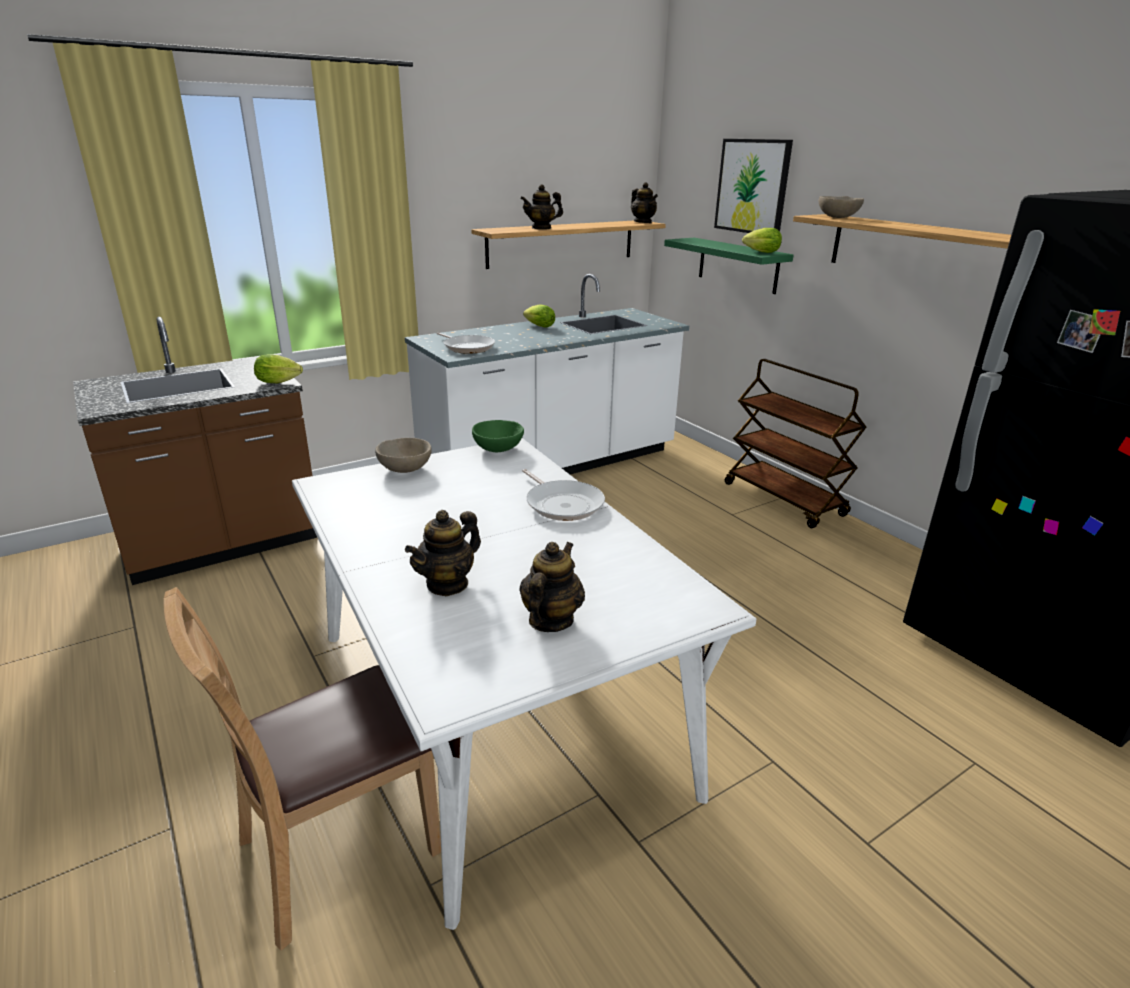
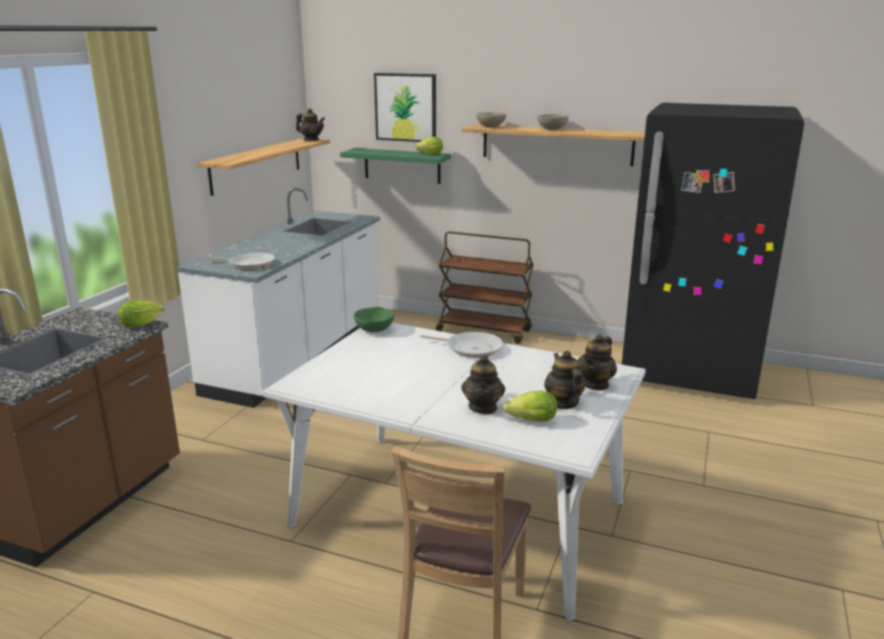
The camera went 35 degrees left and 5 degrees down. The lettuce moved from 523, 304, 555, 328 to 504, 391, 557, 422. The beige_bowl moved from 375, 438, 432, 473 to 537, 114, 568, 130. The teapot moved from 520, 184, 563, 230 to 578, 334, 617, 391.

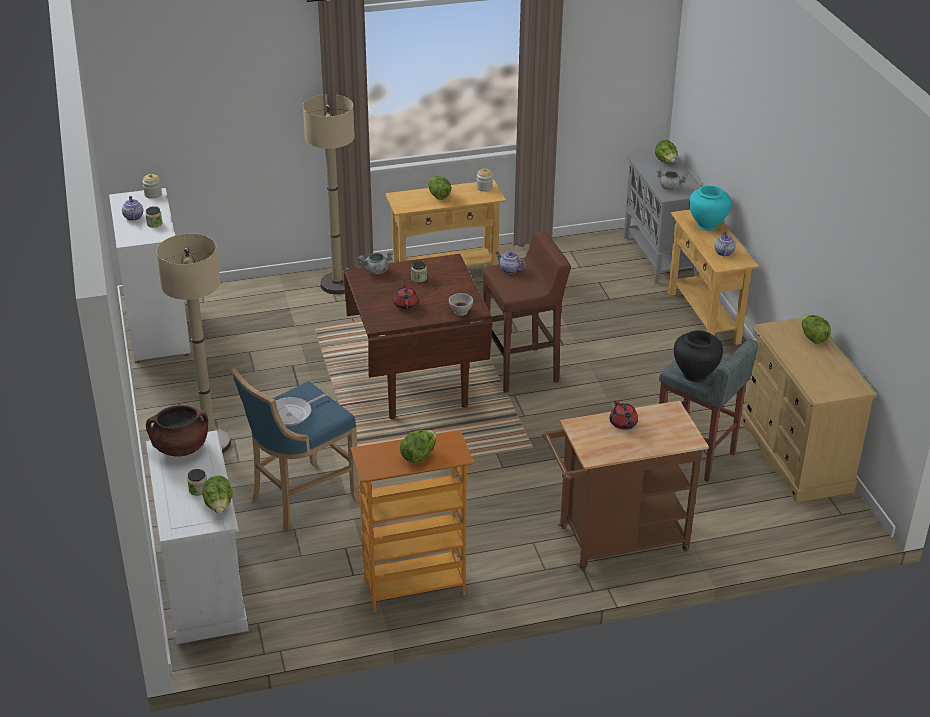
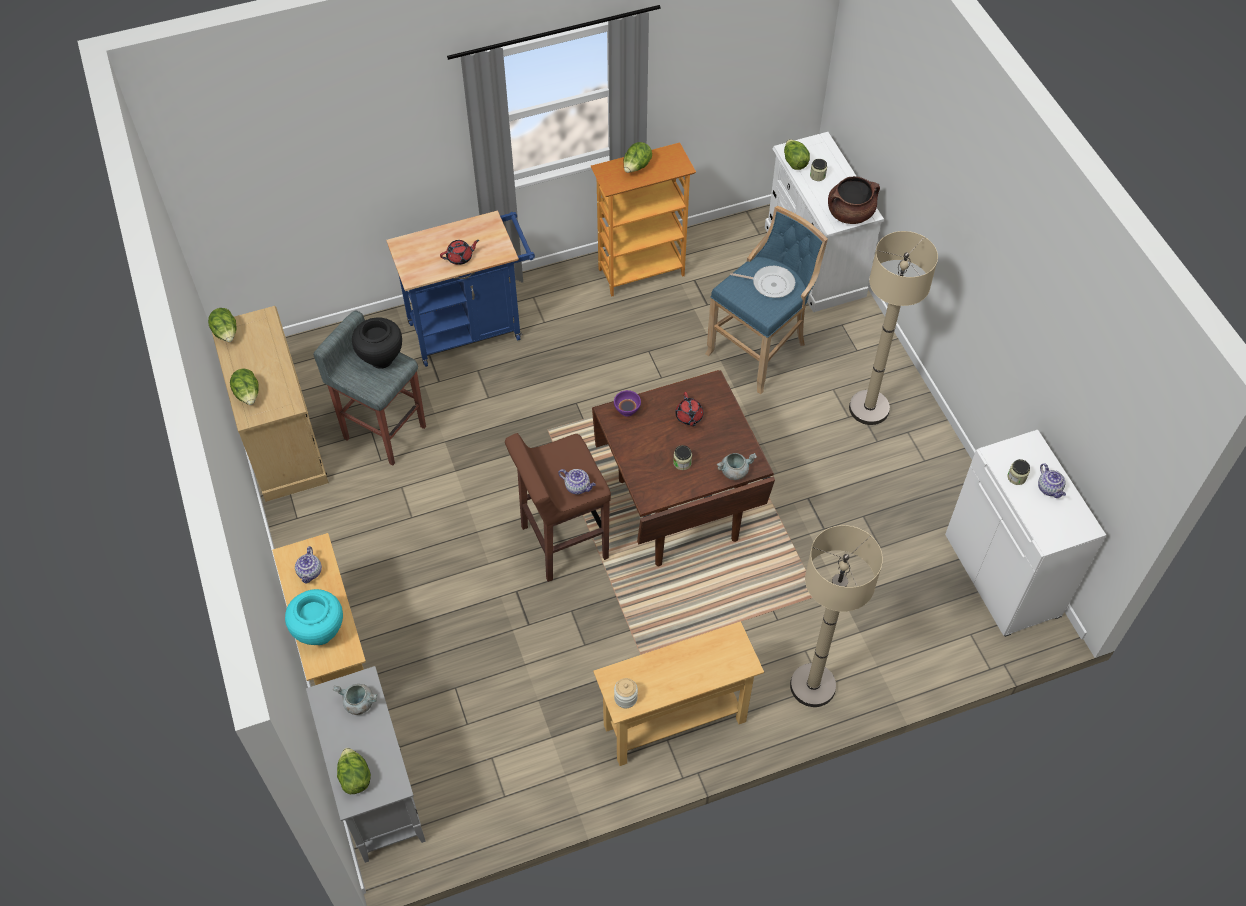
The camera went 175 degrees right and 20 degrees up. The lettuce moved from 428, 176, 451, 200 to 208, 308, 236, 342. The brown_cart at 542, 401, 709, 571 became the blue_cart at 386, 210, 535, 367. The red_teapot at 609, 400, 638, 430 turned 90 degrees clockwise. The white_bowl at 449, 293, 473, 316 became the purple_bowl at 614, 390, 641, 417. The frying_pan at 275, 393, 329, 426 turned 60 degrees clockwise. The jar at 142, 174, 162, 199 disappeared.

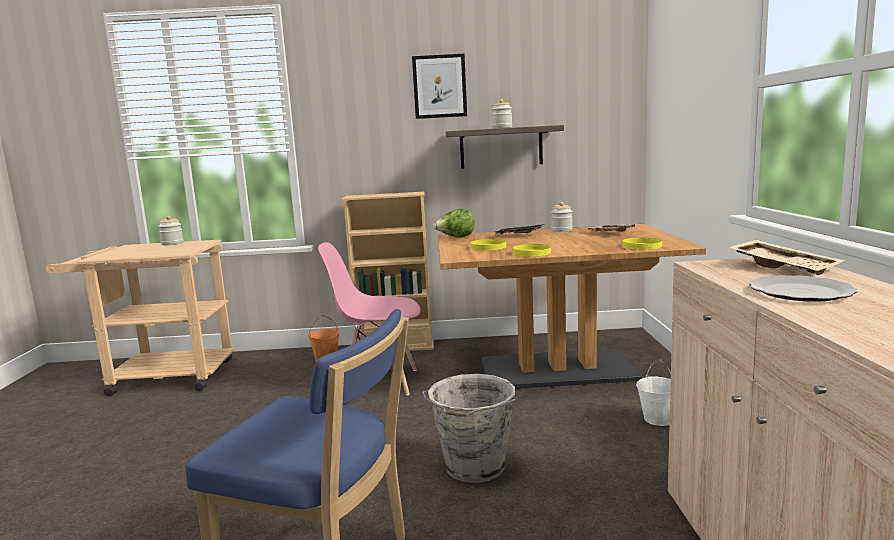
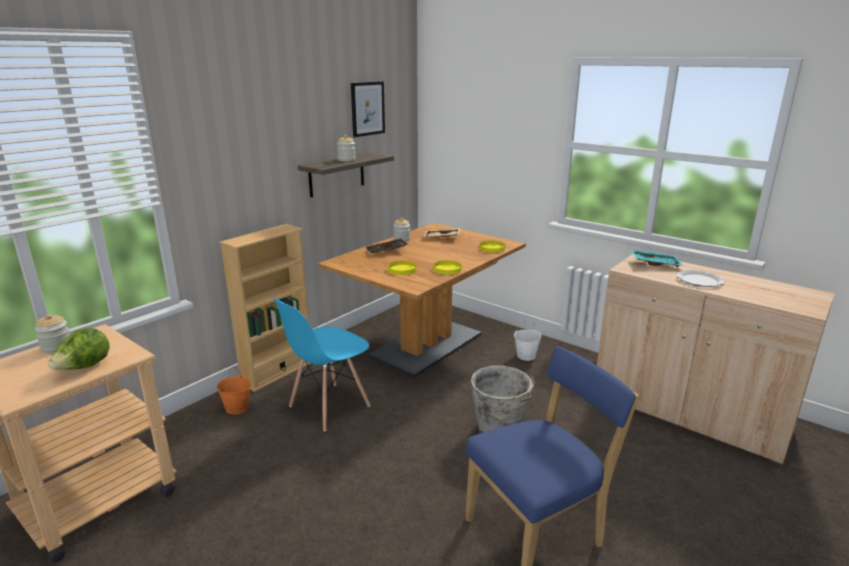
The camera went 50 degrees left and 10 degrees up. The lettuce moved from 433, 209, 475, 237 to 48, 328, 110, 370. The pink_chair at 318, 242, 421, 396 became the blue_chair at 273, 298, 370, 432. The picture moved from 412, 54, 467, 119 to 351, 81, 385, 137. The beige_tray at 729, 240, 845, 275 became the turquoise_tray at 631, 249, 683, 267.

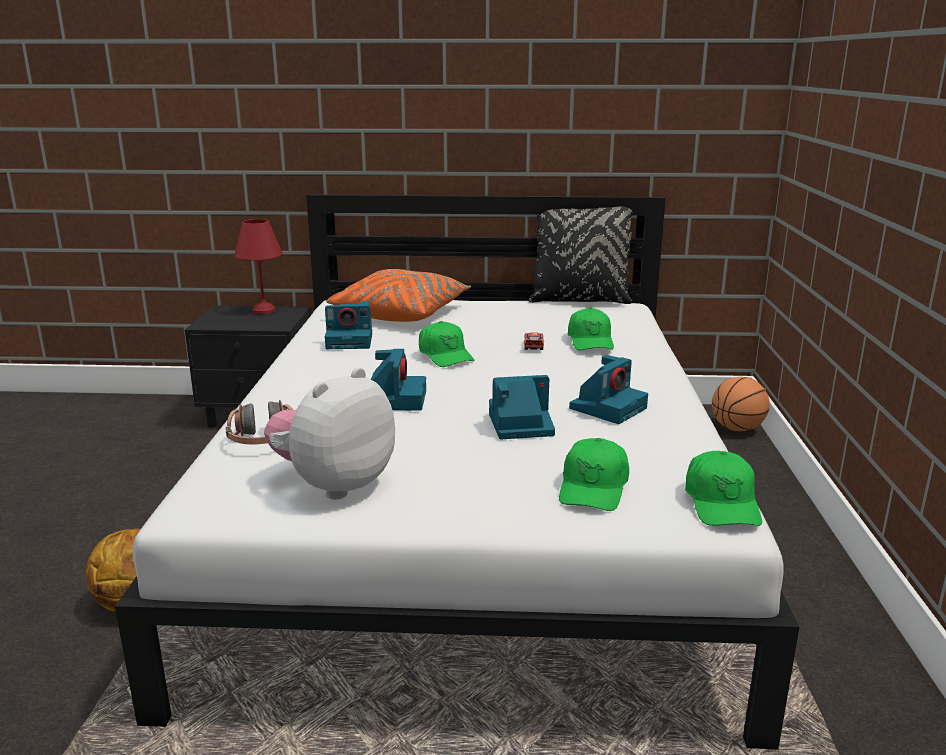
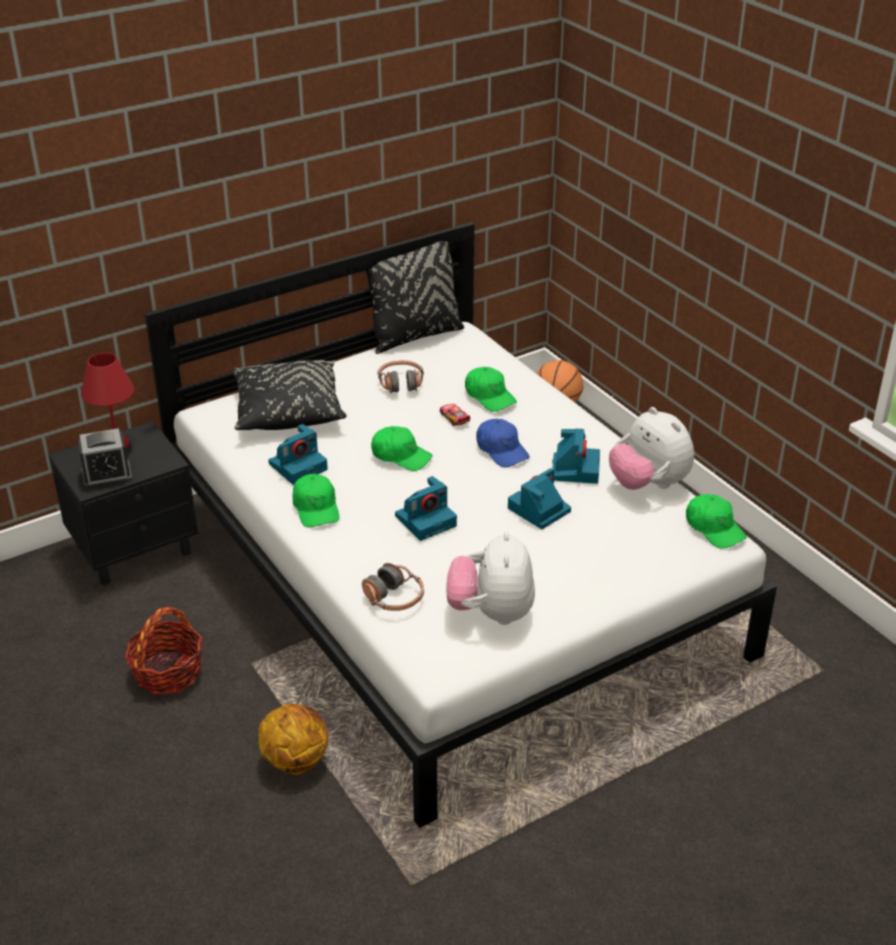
The camera went 35 degrees left and 15 degrees up. The alarm_clock at 78, 428, 133, 489 appeared. The basket at 125, 607, 203, 695 appeared. The orange_pillow at 326, 269, 471, 322 became the black_pillow at 232, 360, 347, 430. The green_cap moved from 559, 438, 629, 511 to 292, 474, 340, 527. The headphones at 378, 360, 424, 393 appeared. The photo_camera at 371, 349, 426, 411 turned 90 degrees clockwise. The blue_cap at 476, 419, 530, 467 appeared. The plush_toy at 609, 407, 694, 490 appeared.

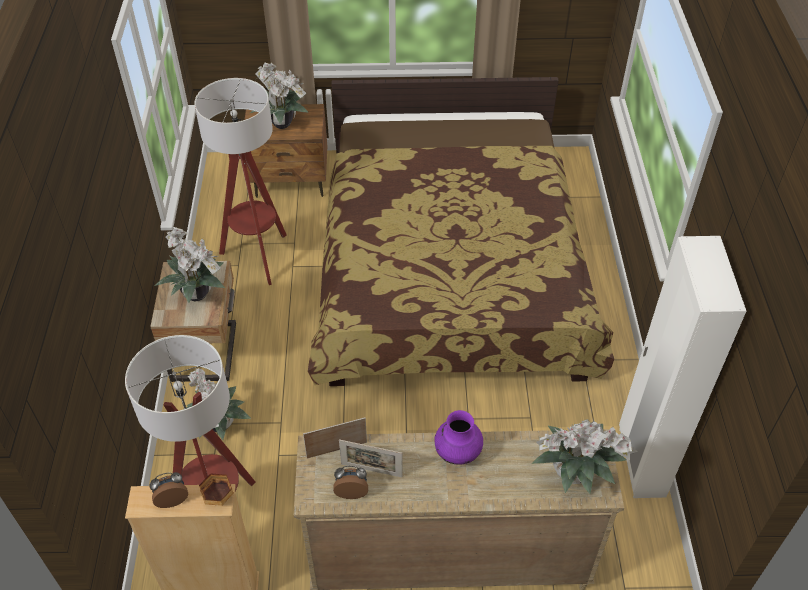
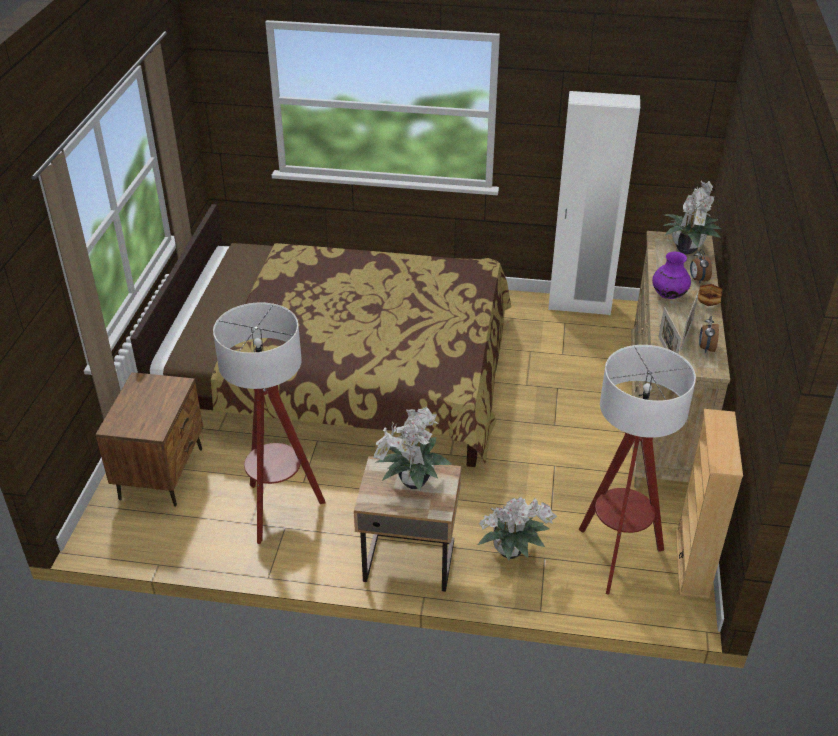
The camera went 80 degrees left and 10 degrees down. The alarm_clock moved from 150, 472, 188, 508 to 690, 249, 712, 283. The bowl moved from 199, 473, 234, 506 to 698, 284, 722, 306. The potted_plant at 249, 62, 309, 129 disappeared.

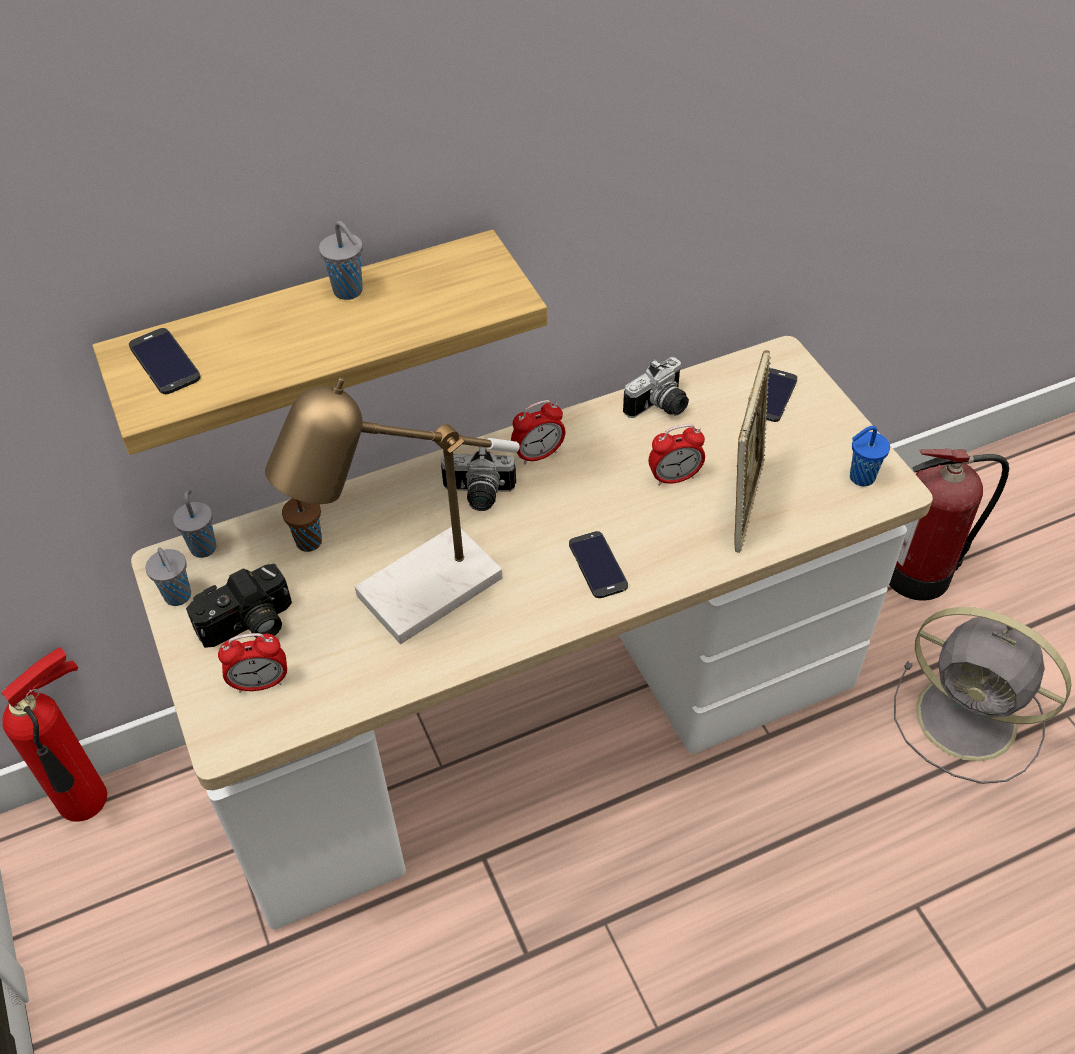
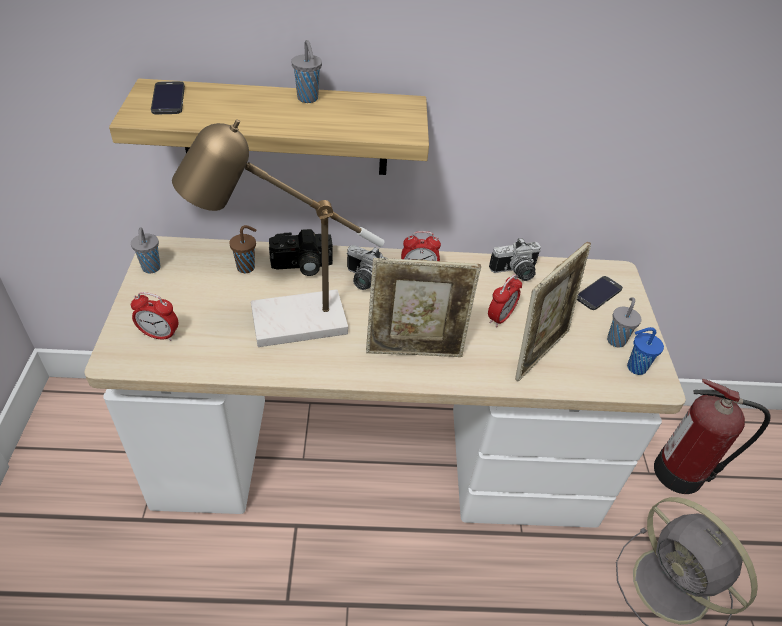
The camera went 20 degrees right and 5 degrees down. The photo_camera moved from 186, 564, 292, 648 to 269, 229, 333, 276. The phone at 569, 531, 628, 598 was replaced by the picture_frame at 366, 258, 481, 357. The alarm_clock at 649, 424, 705, 486 turned 60 degrees counterclockwise. The grey_cup moved from 173, 490, 217, 558 to 607, 297, 642, 348. The fire_extinguisher at 1, 647, 107, 822 disappeared.

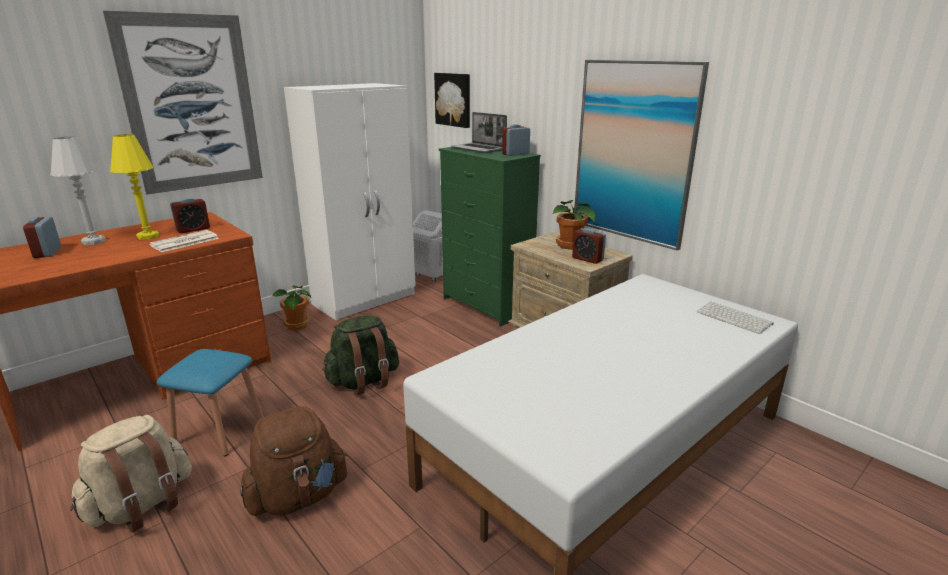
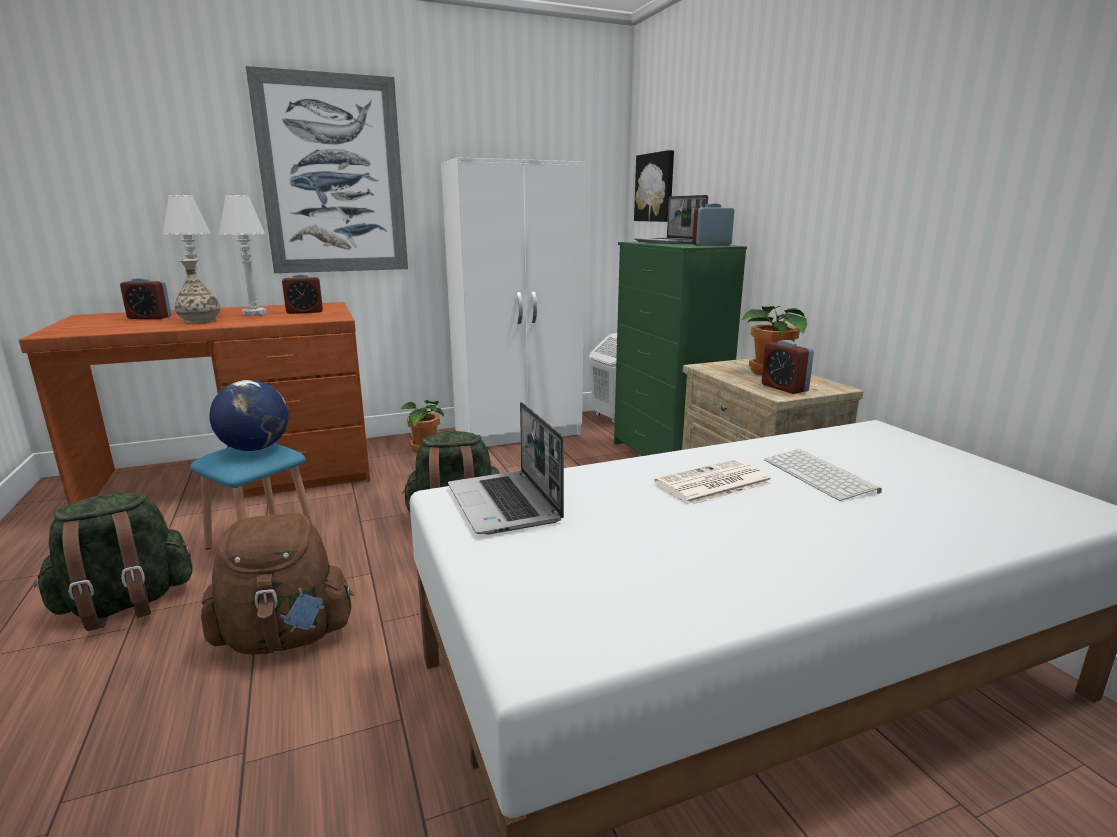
The camera went 20 degrees right and 5 degrees down. The beige_backpack at 70, 415, 192, 532 became the green_backpack at 34, 493, 193, 631. The alarm_clock at 23, 217, 61, 258 turned 90 degrees counterclockwise. The vase at 175, 259, 220, 323 appeared. The globe at 209, 380, 289, 451 appeared. The yellow_table_lamp at 110, 134, 159, 240 became the white_table_lamp at 218, 195, 267, 316. The laptop at 448, 402, 564, 534 appeared. The newspaper moved from 149, 230, 219, 252 to 654, 460, 773, 506. The keyboard moved from 697, 301, 774, 334 to 764, 449, 882, 501. The picture at 574, 60, 709, 251 disappeared.

